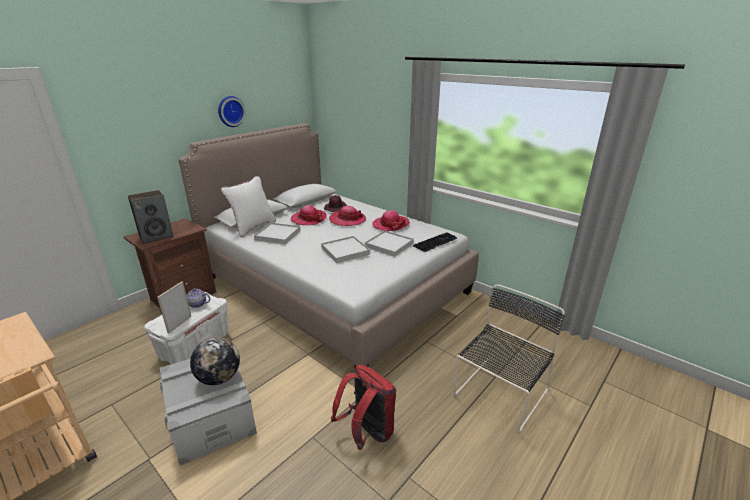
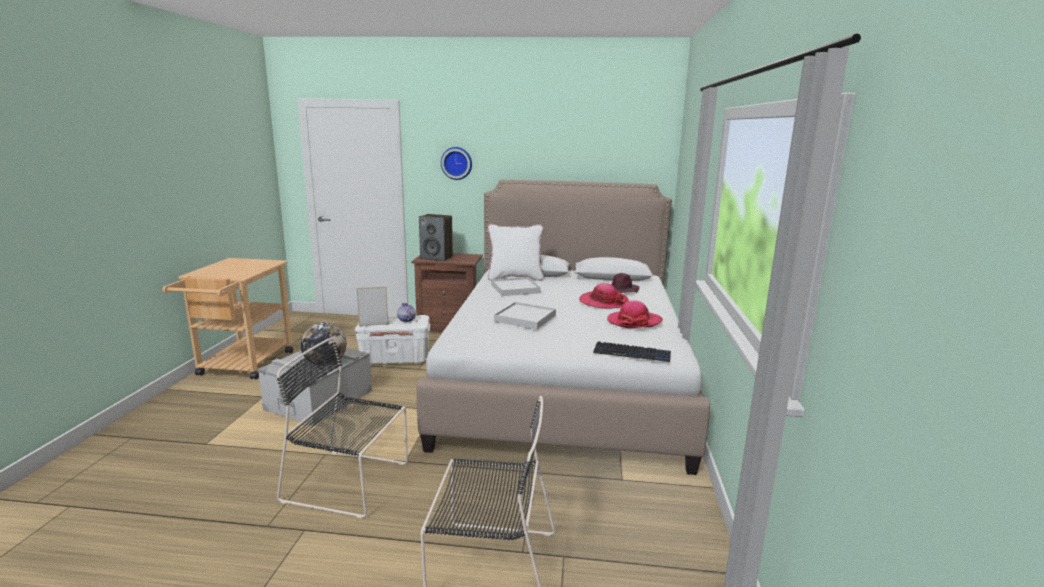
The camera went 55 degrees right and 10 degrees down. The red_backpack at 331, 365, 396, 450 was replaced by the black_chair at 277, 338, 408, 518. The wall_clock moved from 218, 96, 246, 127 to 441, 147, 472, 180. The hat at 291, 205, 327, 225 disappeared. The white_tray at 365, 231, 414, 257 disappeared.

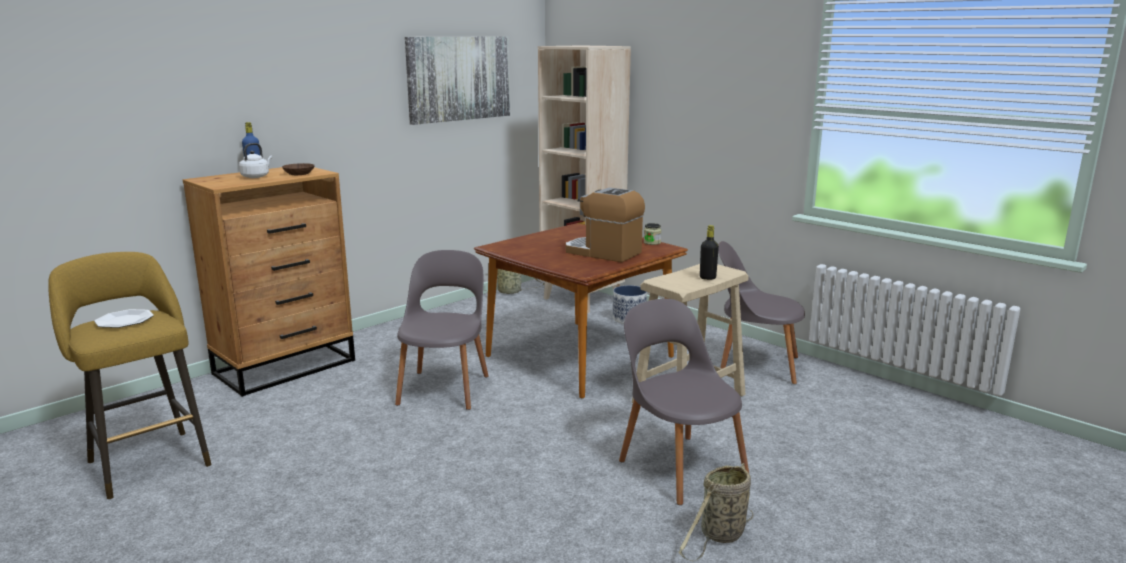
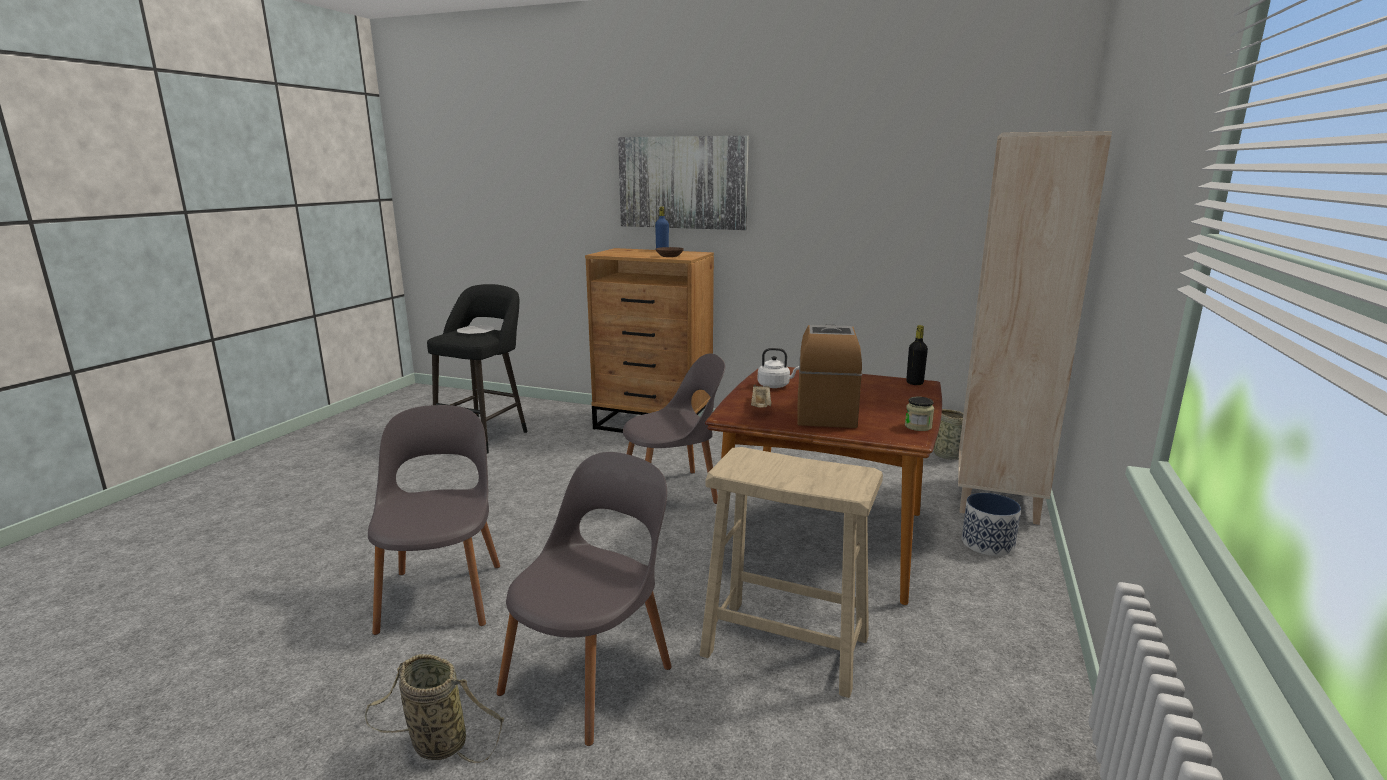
The camera went 65 degrees right and 0 degrees up. The grey_chair moved from 718, 241, 805, 384 to 368, 405, 500, 635. The yellow_stool at 48, 252, 211, 499 became the black_stool at 427, 284, 528, 454. The picture moved from 405, 36, 510, 125 to 618, 136, 749, 230. The beige_tray at 751, 384, 771, 408 appeared. The white_kettle moved from 239, 143, 272, 178 to 758, 348, 799, 388. The black_bottle moved from 700, 225, 719, 280 to 906, 325, 928, 385.

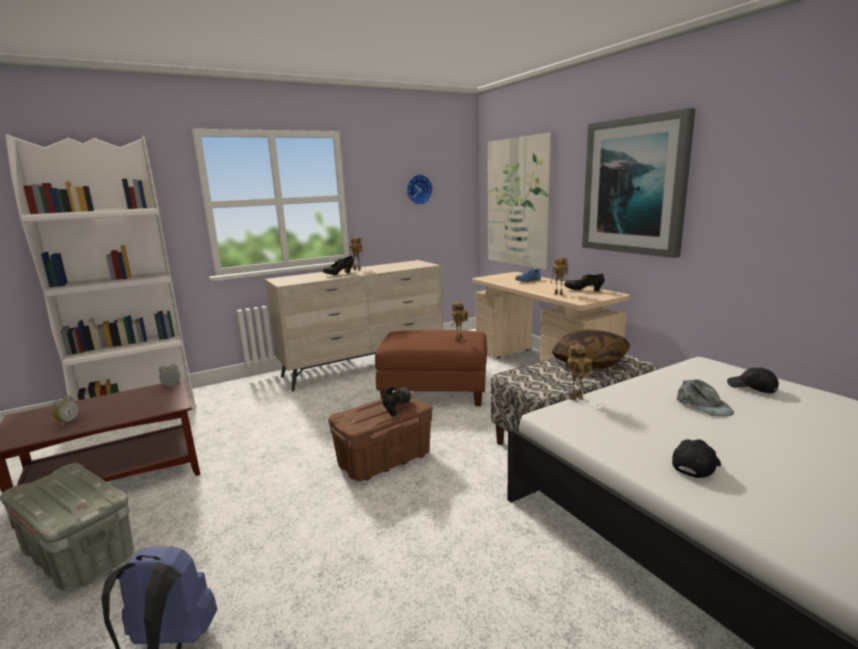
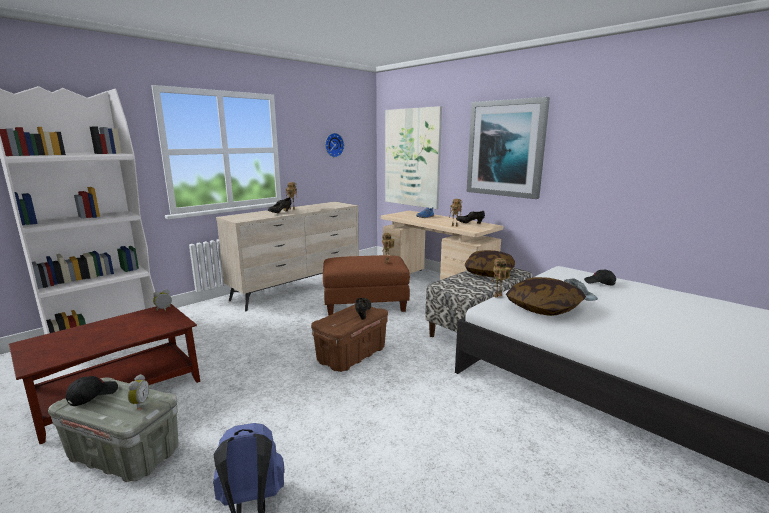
The camera went 15 degrees left and 0 degrees up. The black_cap moved from 672, 439, 721, 478 to 65, 376, 118, 406. The alarm_clock moved from 52, 395, 79, 427 to 128, 374, 149, 409. The pillow at 506, 277, 586, 316 appeared.

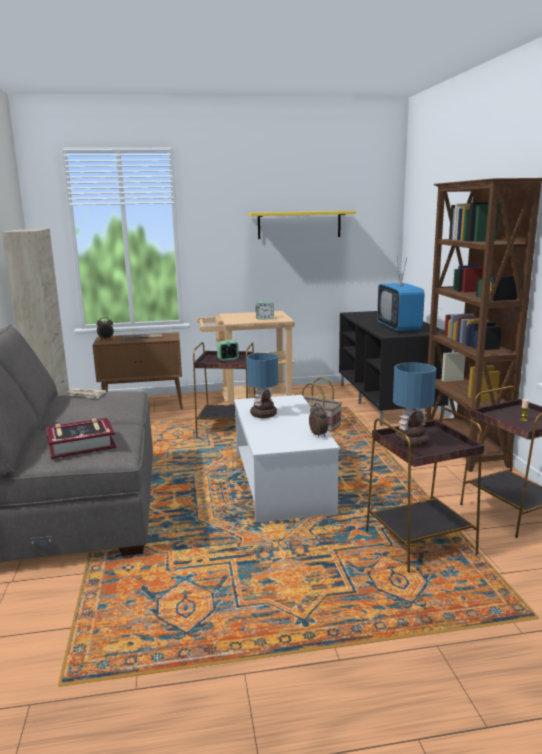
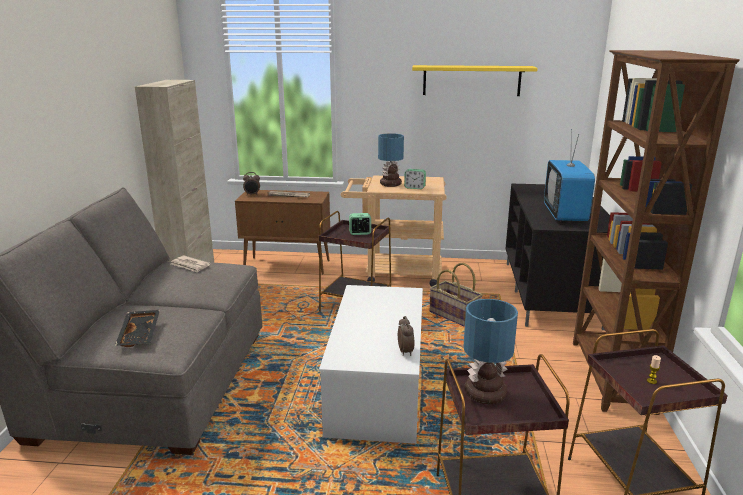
The camera went 15 degrees right and 5 degrees up. The book at 46, 418, 116, 459 was replaced by the black_tray at 115, 310, 160, 347. The table_lamp moved from 246, 353, 278, 418 to 378, 133, 404, 187.

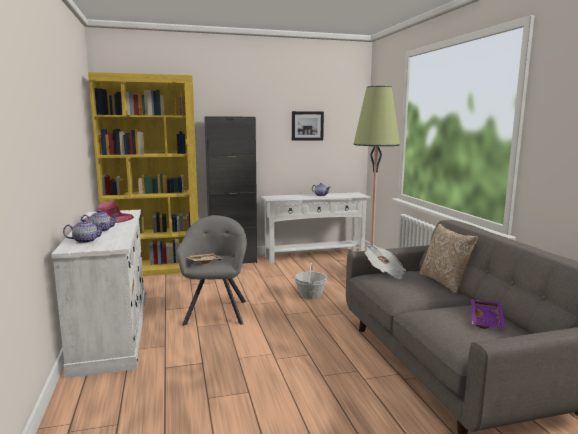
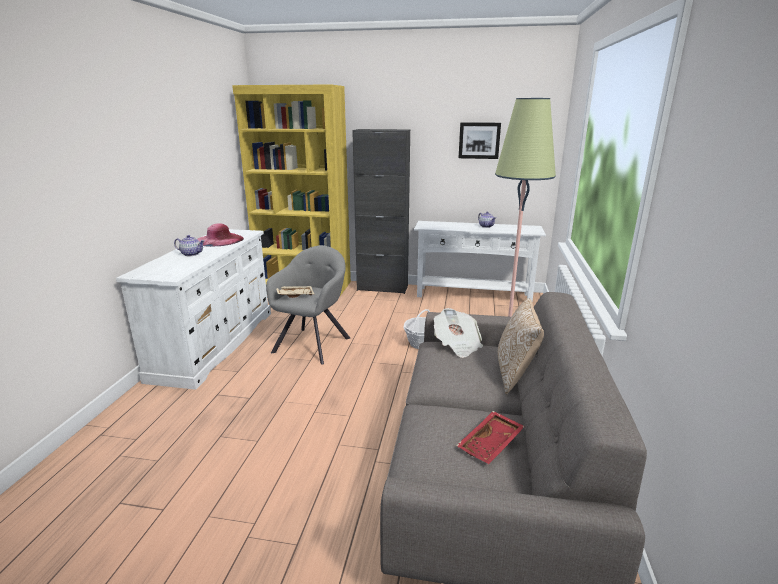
The camera went 25 degrees right and 10 degrees up. The purple_tray at 471, 299, 505, 329 became the red_tray at 456, 411, 525, 464. The teapot at 63, 219, 105, 243 disappeared.

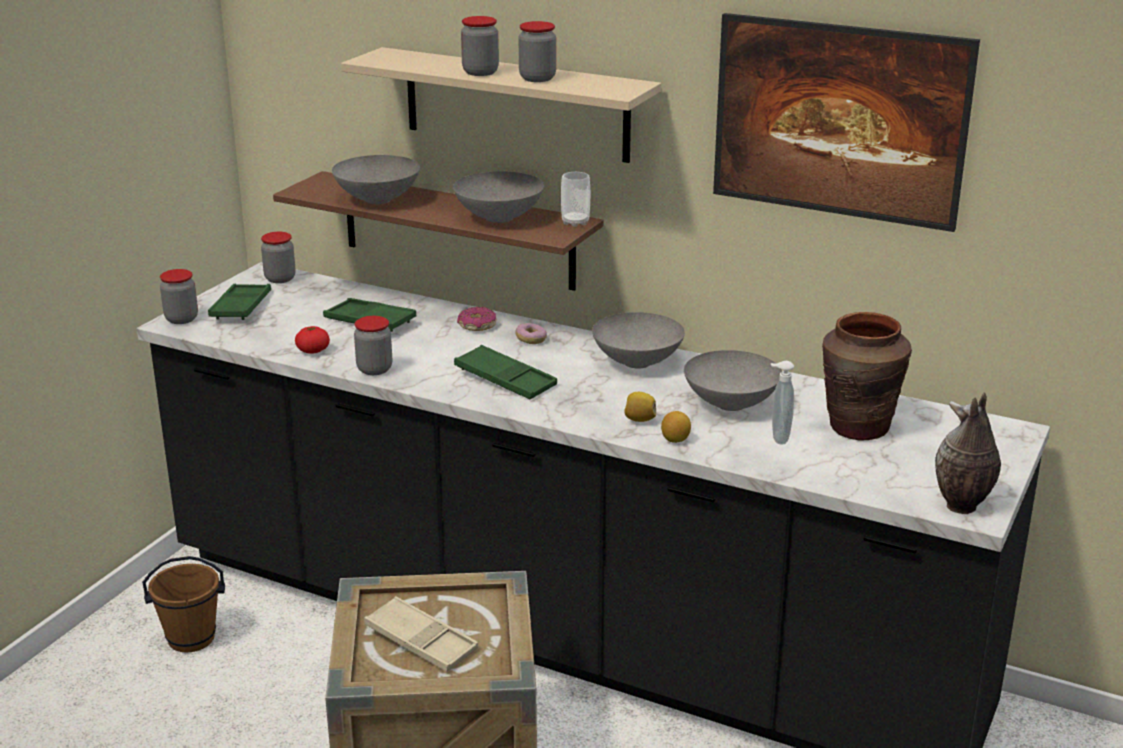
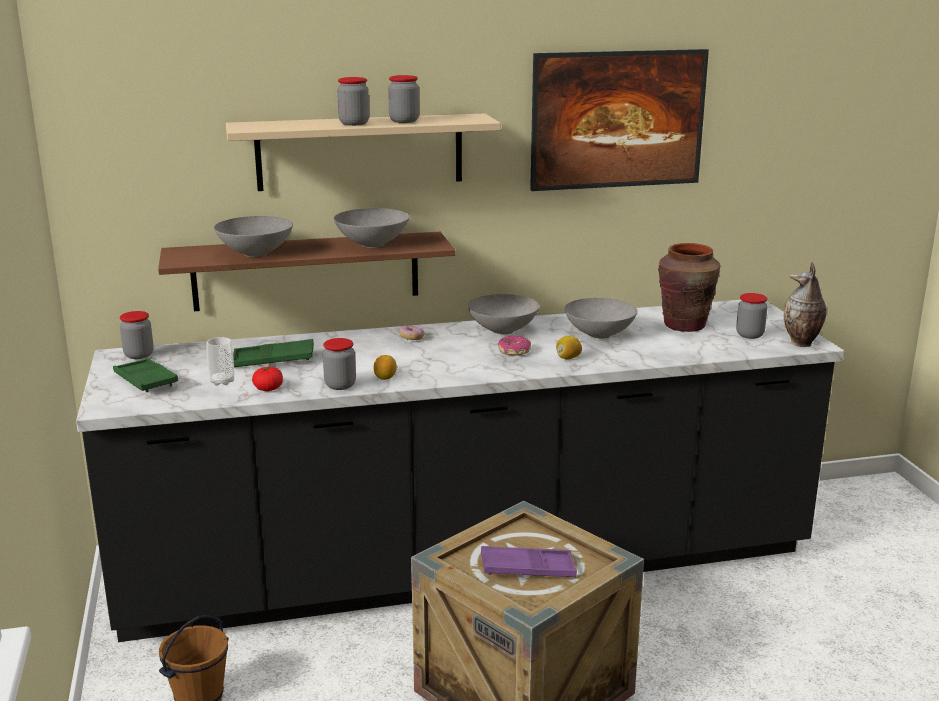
The camera went 40 degrees left and 5 degrees down. The cup moved from 561, 172, 590, 227 to 206, 337, 234, 386. The lemon moved from 661, 411, 691, 443 to 373, 355, 397, 380. The beige_tray at 364, 596, 478, 672 became the purple_tray at 481, 546, 577, 577. The donut moved from 457, 307, 496, 331 to 498, 336, 531, 356. The jar moved from 160, 269, 198, 324 to 736, 293, 768, 339. The green_tray at 454, 345, 557, 399 disappeared. The soap_dispenser at 771, 361, 794, 444 disappeared.

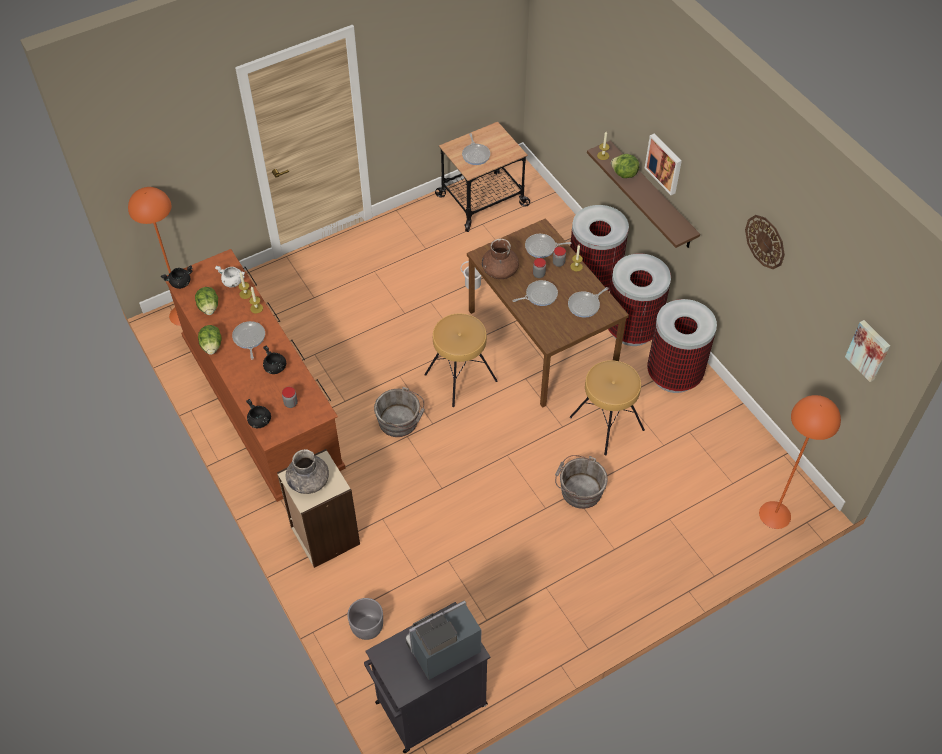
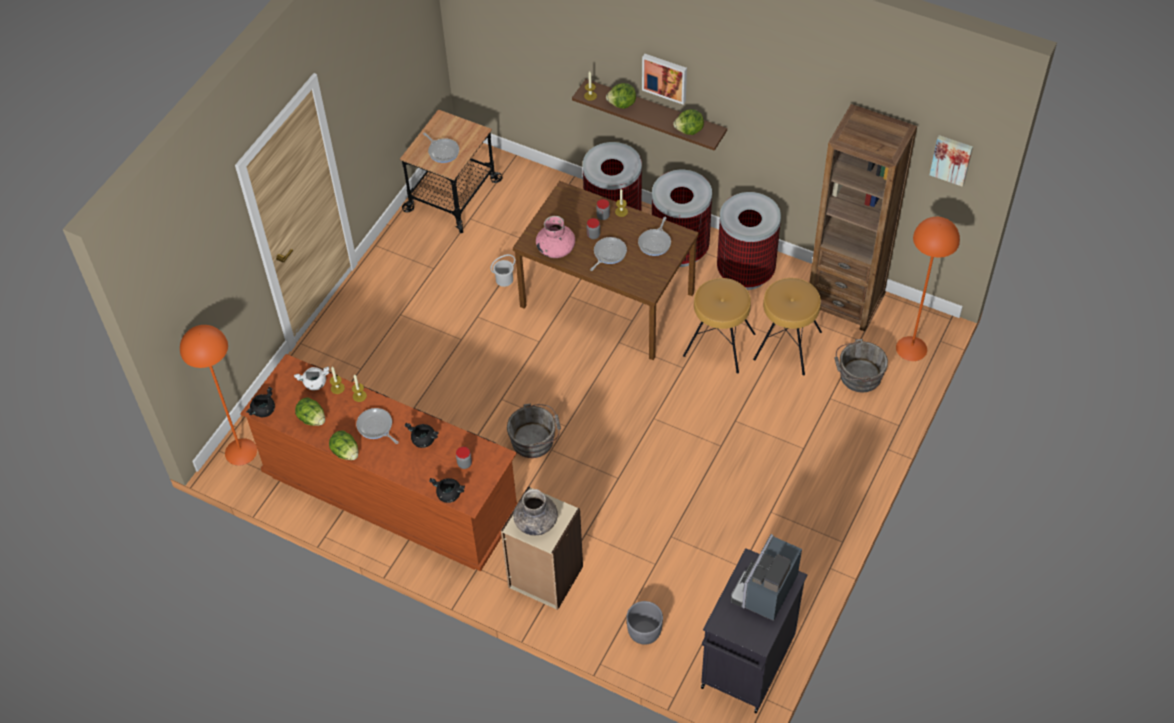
The camera went 30 degrees left and 0 degrees up. The brown_vase at 482, 239, 519, 279 became the pink_vase at 536, 216, 575, 258. The lettuce at 673, 109, 704, 135 appeared. The brown_stool moved from 424, 313, 497, 407 to 753, 278, 822, 375. The brown_bookcase at 809, 104, 917, 331 appeared. The grey_bucket moved from 555, 455, 608, 509 to 834, 339, 888, 392. The frying_pan at 525, 234, 572, 258 disappeared. The wall_clock at 745, 215, 785, 269 disappeared.

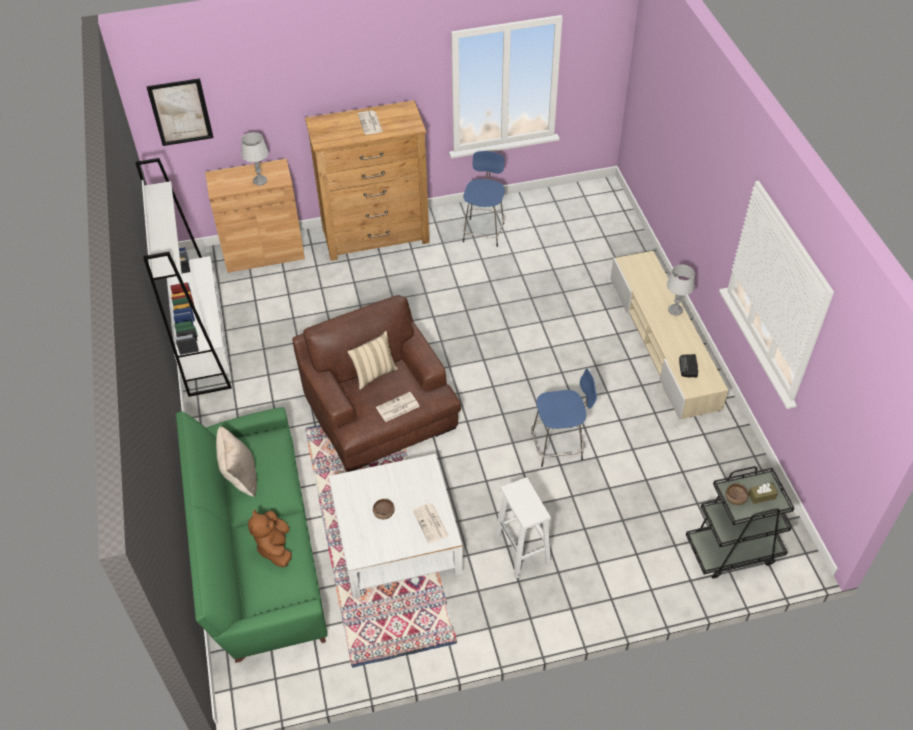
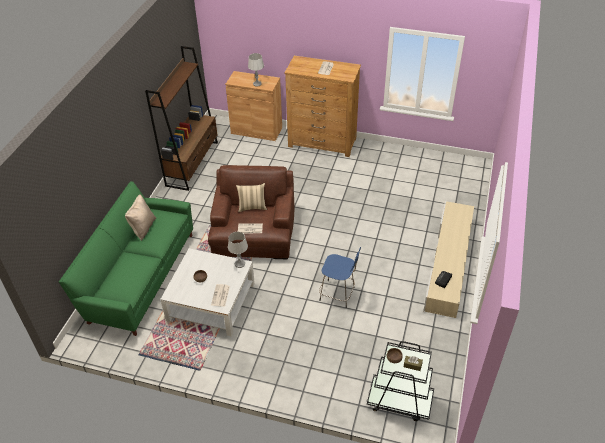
The camera went 30 degrees right and 5 degrees down. The white_bookcase at 135, 158, 232, 397 became the brown_bookcase at 145, 46, 218, 191. The grey_table_lamp moved from 667, 265, 695, 315 to 228, 232, 248, 268. The picture at 146, 78, 214, 146 disappeared. The brown_plush_toy at 248, 510, 292, 567 disappeared. The blue_stool at 463, 151, 505, 247 disappeared. The white_stool at 494, 477, 551, 579 disappeared.

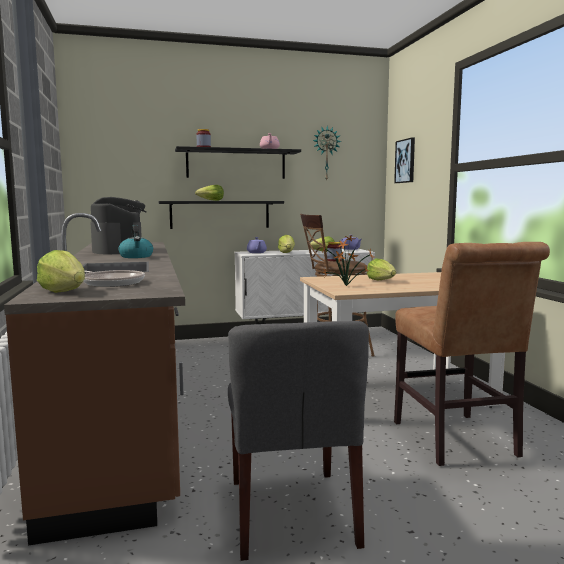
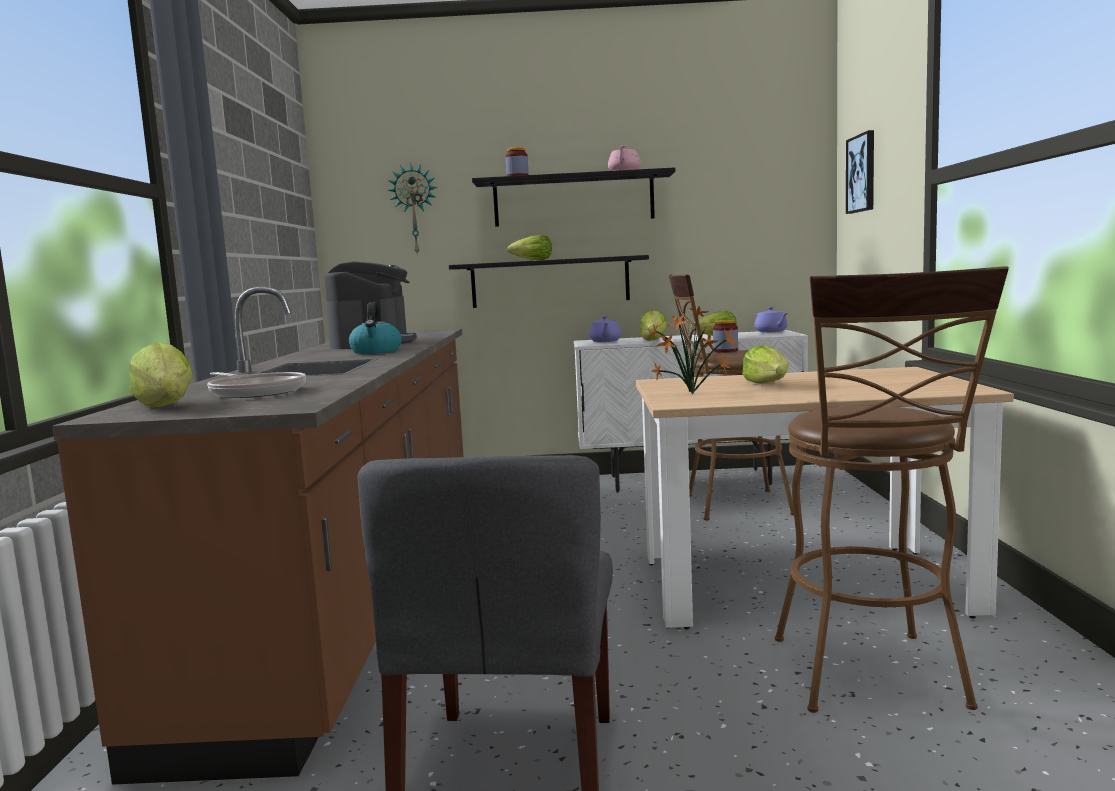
The camera went 15 degrees right and 0 degrees up. The wall_clock moved from 313, 125, 341, 181 to 388, 163, 438, 256. The brown_chair at 394, 242, 550, 466 was replaced by the brown_stool at 775, 266, 1009, 713.

